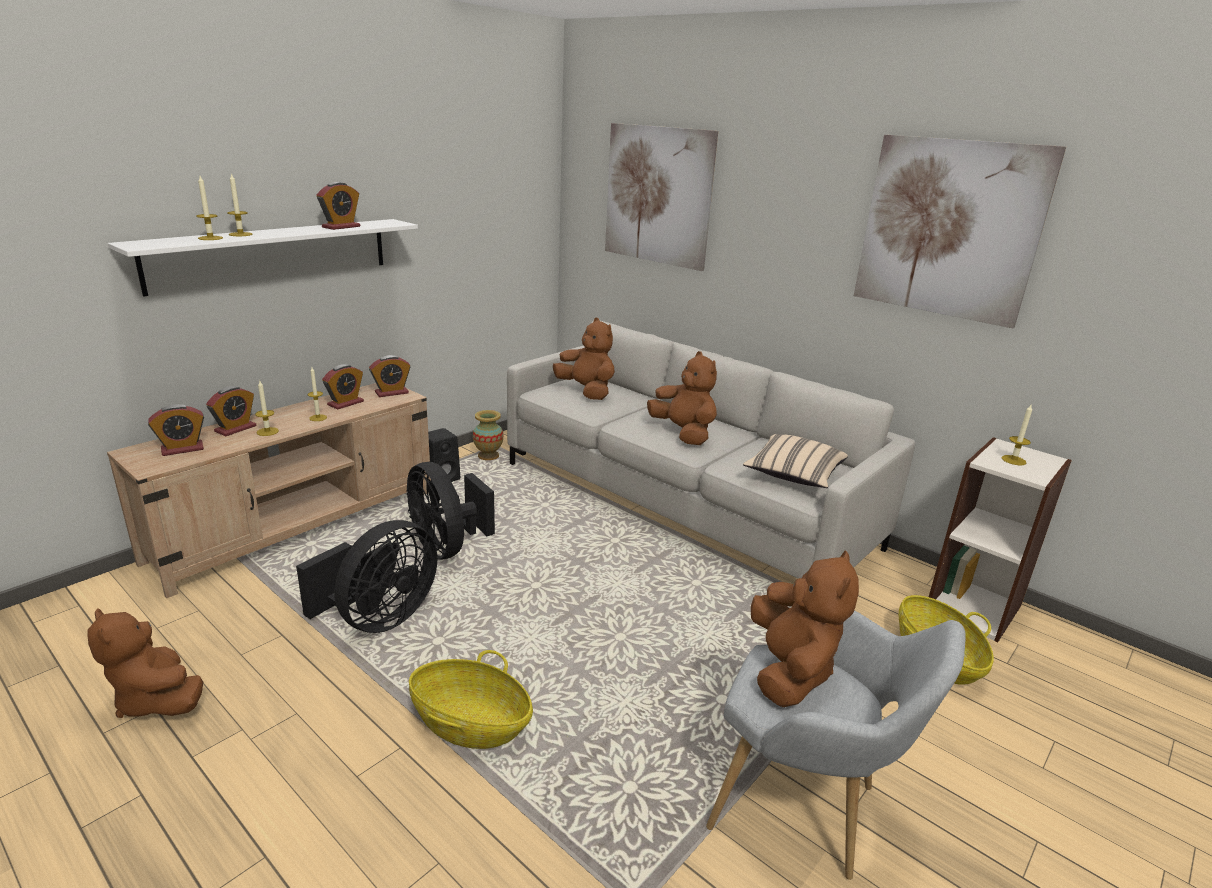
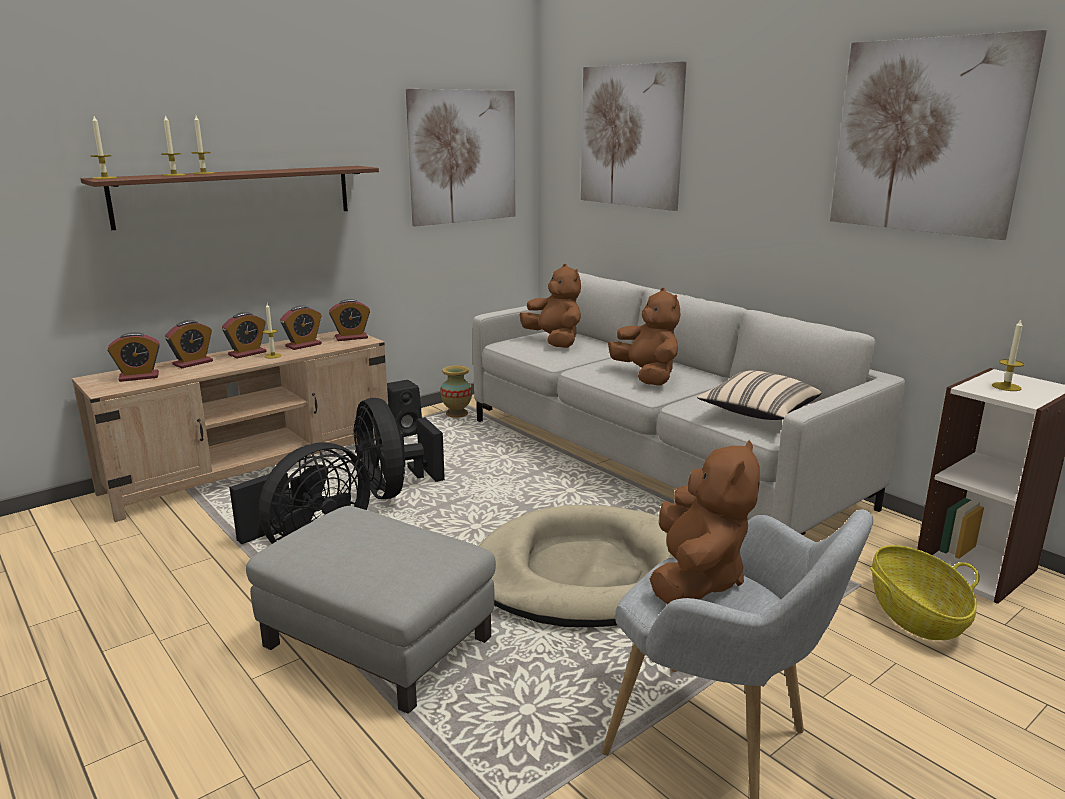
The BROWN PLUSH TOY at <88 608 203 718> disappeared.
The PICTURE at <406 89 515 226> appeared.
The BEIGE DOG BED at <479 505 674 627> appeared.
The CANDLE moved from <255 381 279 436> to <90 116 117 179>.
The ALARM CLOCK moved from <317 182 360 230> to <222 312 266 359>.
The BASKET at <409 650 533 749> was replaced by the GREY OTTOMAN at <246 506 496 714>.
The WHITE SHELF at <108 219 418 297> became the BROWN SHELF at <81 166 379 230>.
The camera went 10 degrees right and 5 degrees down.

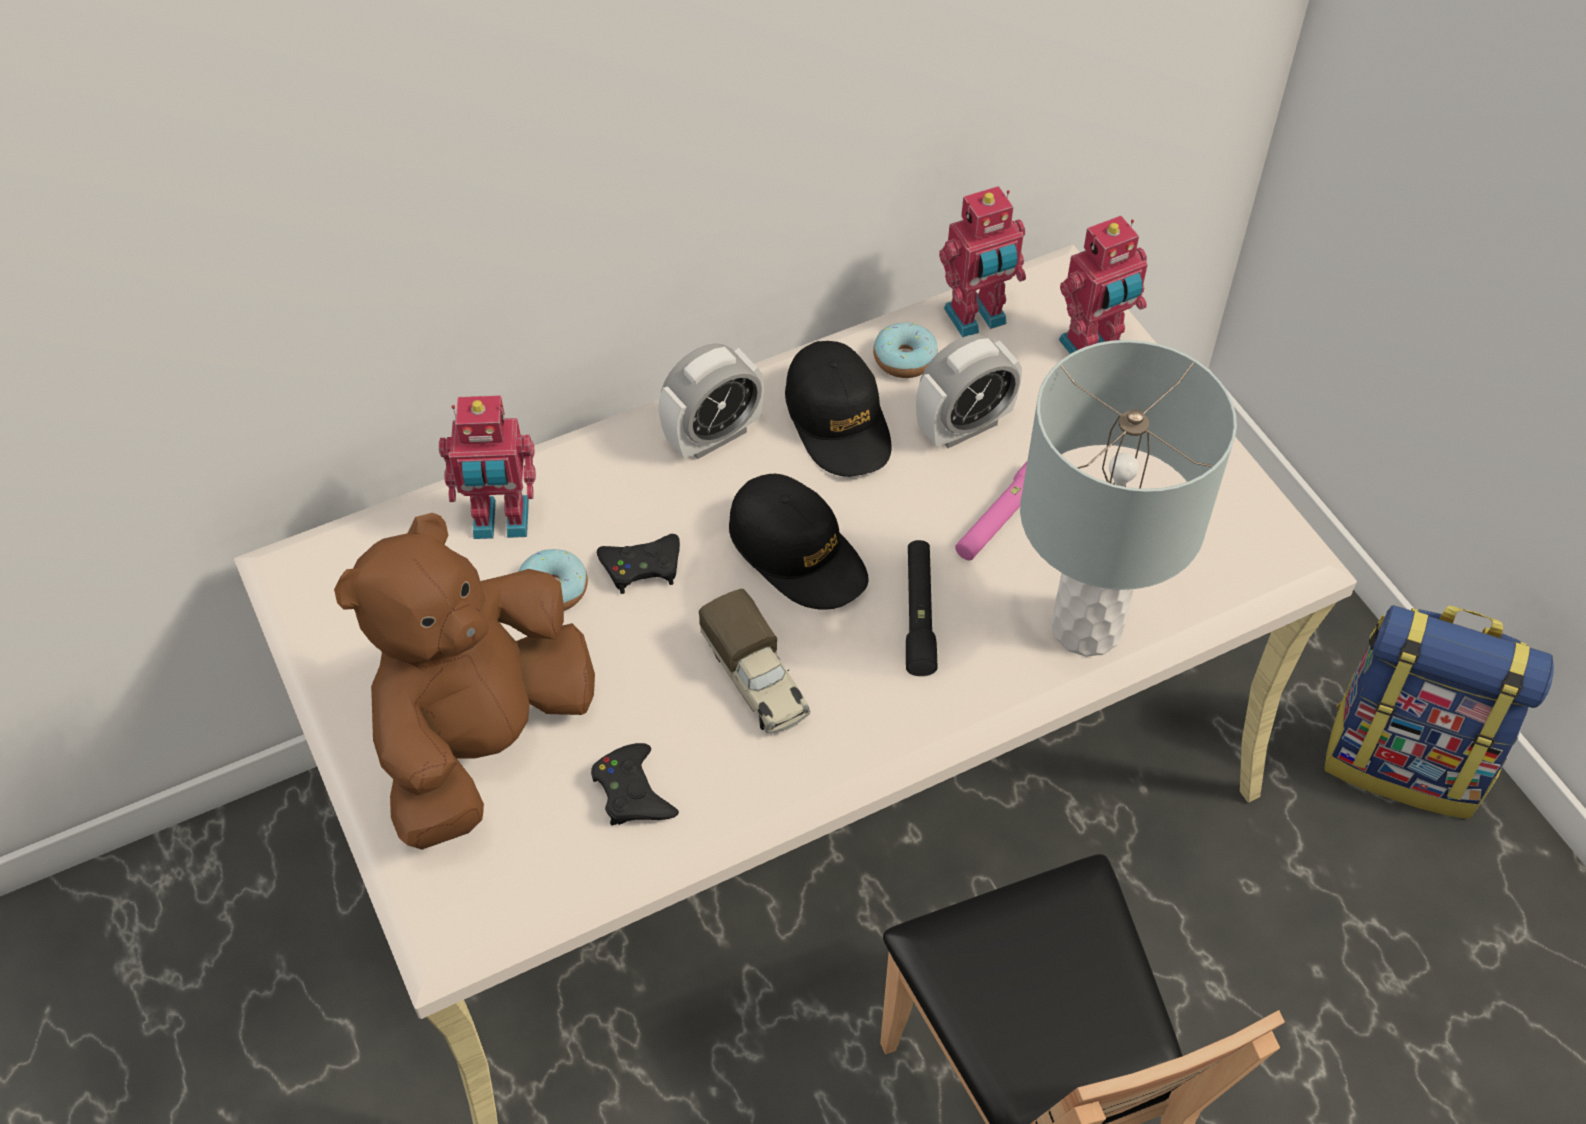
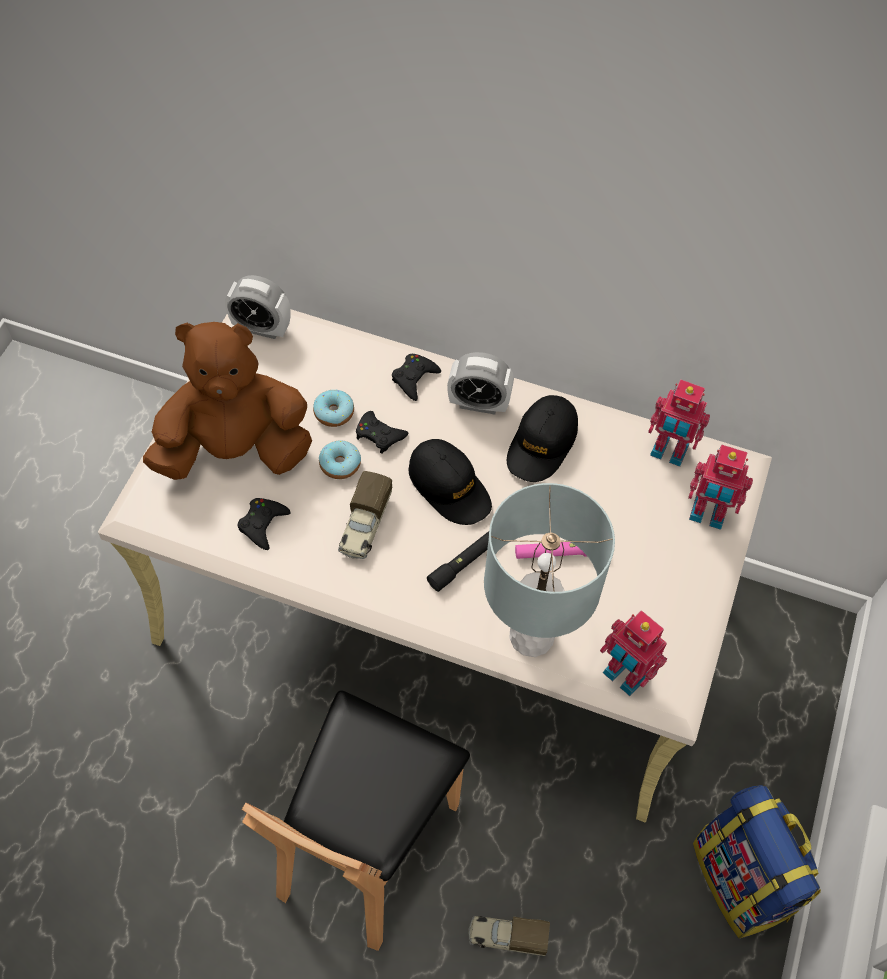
The BLACK GAME CONTROLLER at <392 354 441 401> appeared.
The TOY TRUCK at <468 916 550 956> appeared.
The TOY ROBOT moved from <439 395 536 539> to <600 610 667 696>.
The DONUT moved from <873 322 938 378> to <319 440 361 479>.
The ALARM CLOCK moved from <916 334 1022 448> to <225 275 291 339>.
The BLACK CAP at <729 474 869 610> turned 45 degrees counterclockwise.
The camera went 45 degrees right and 5 degrees up.

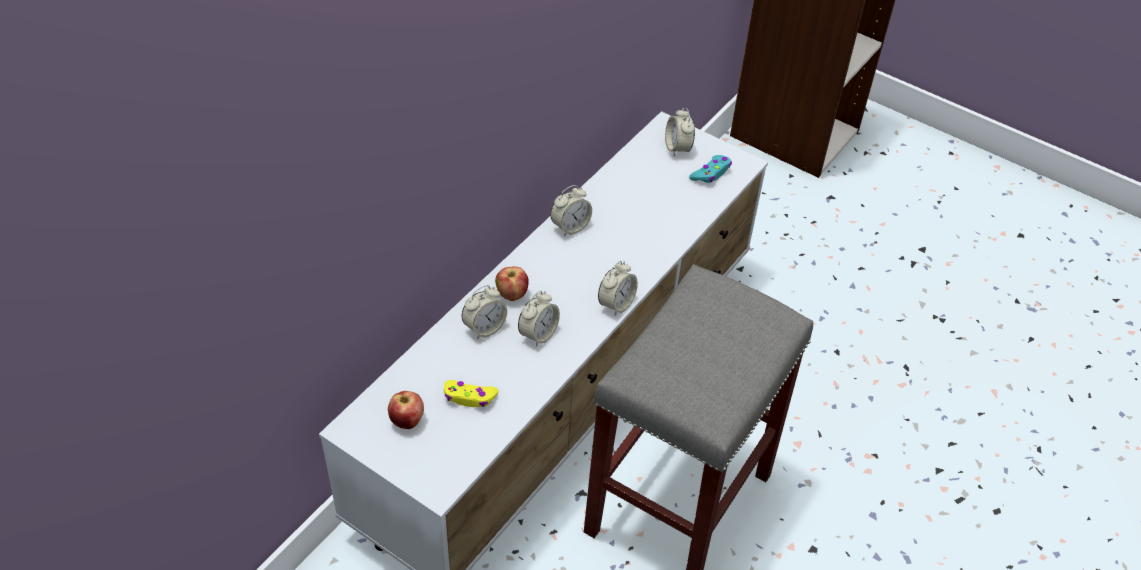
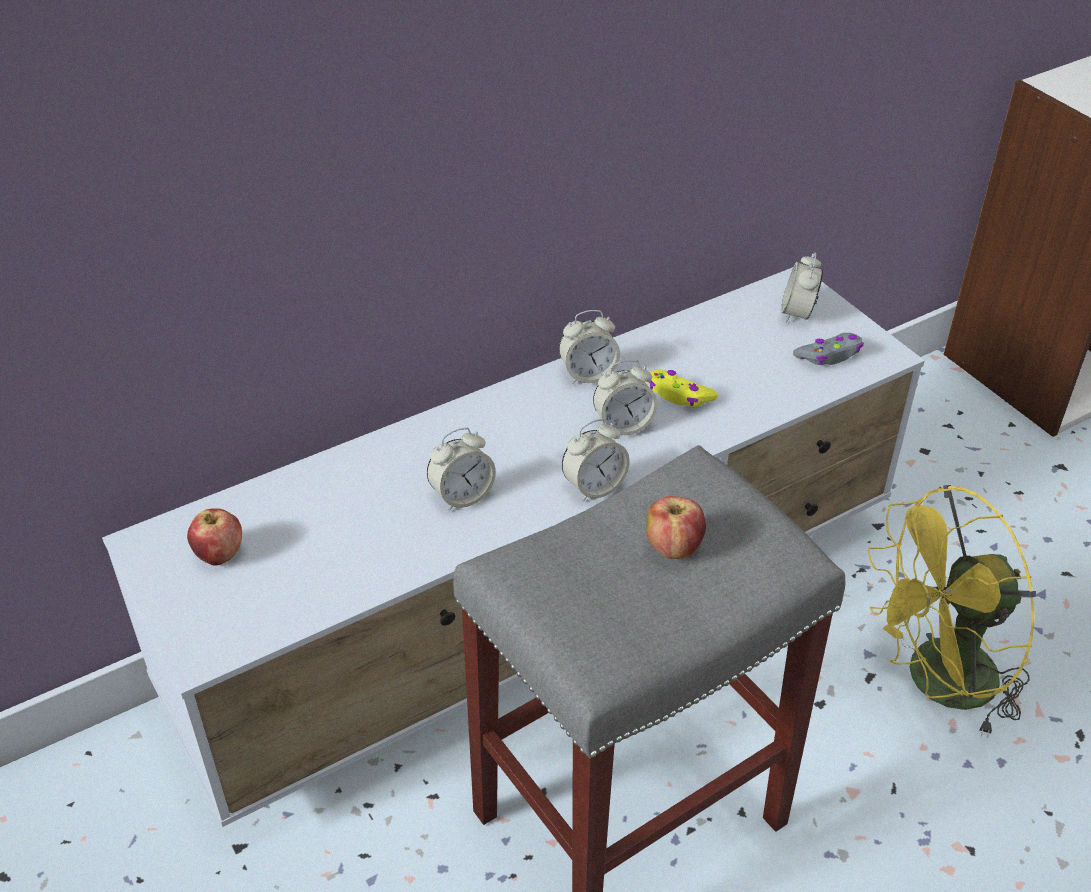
The YELLOW FAN at <868 485 1036 738> appeared.
The YELLOW GAME CONTROLLER moved from <444 380 499 407> to <649 369 718 407>.
The ALARM CLOCK moved from <461 285 507 340> to <593 360 658 435>.
The APPLE moved from <495 266 529 301> to <646 496 706 559>.
The TURQUOISE GAME CONTROLLER at <689 155 732 183> became the GREY GAME CONTROLLER at <793 333 864 365>.
The camera went 25 degrees right and 5 degrees down.

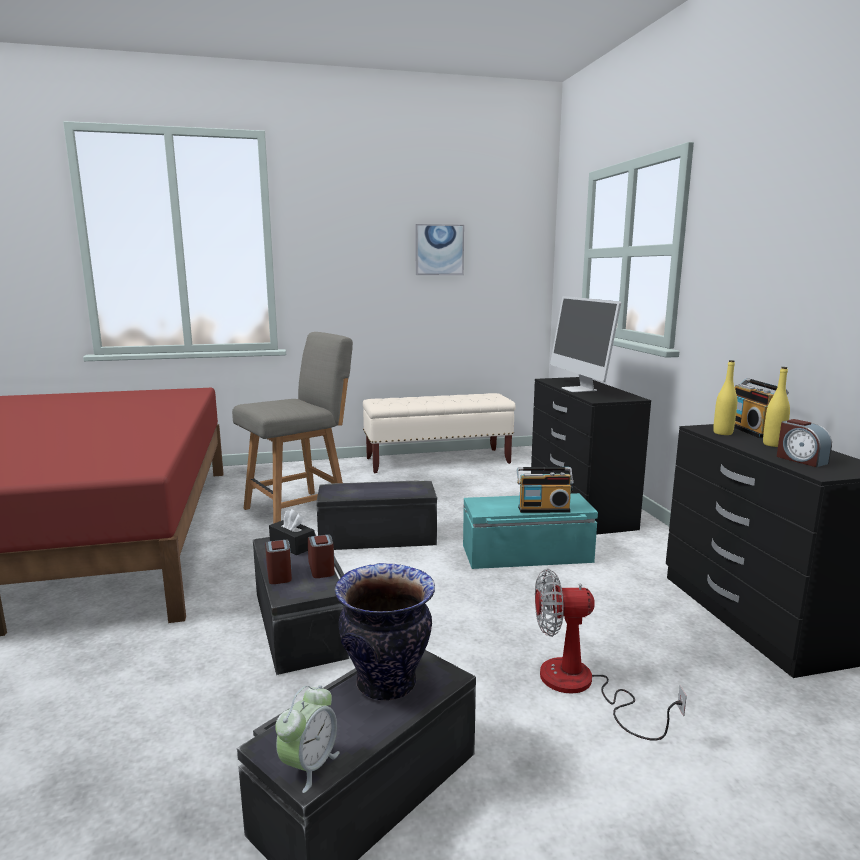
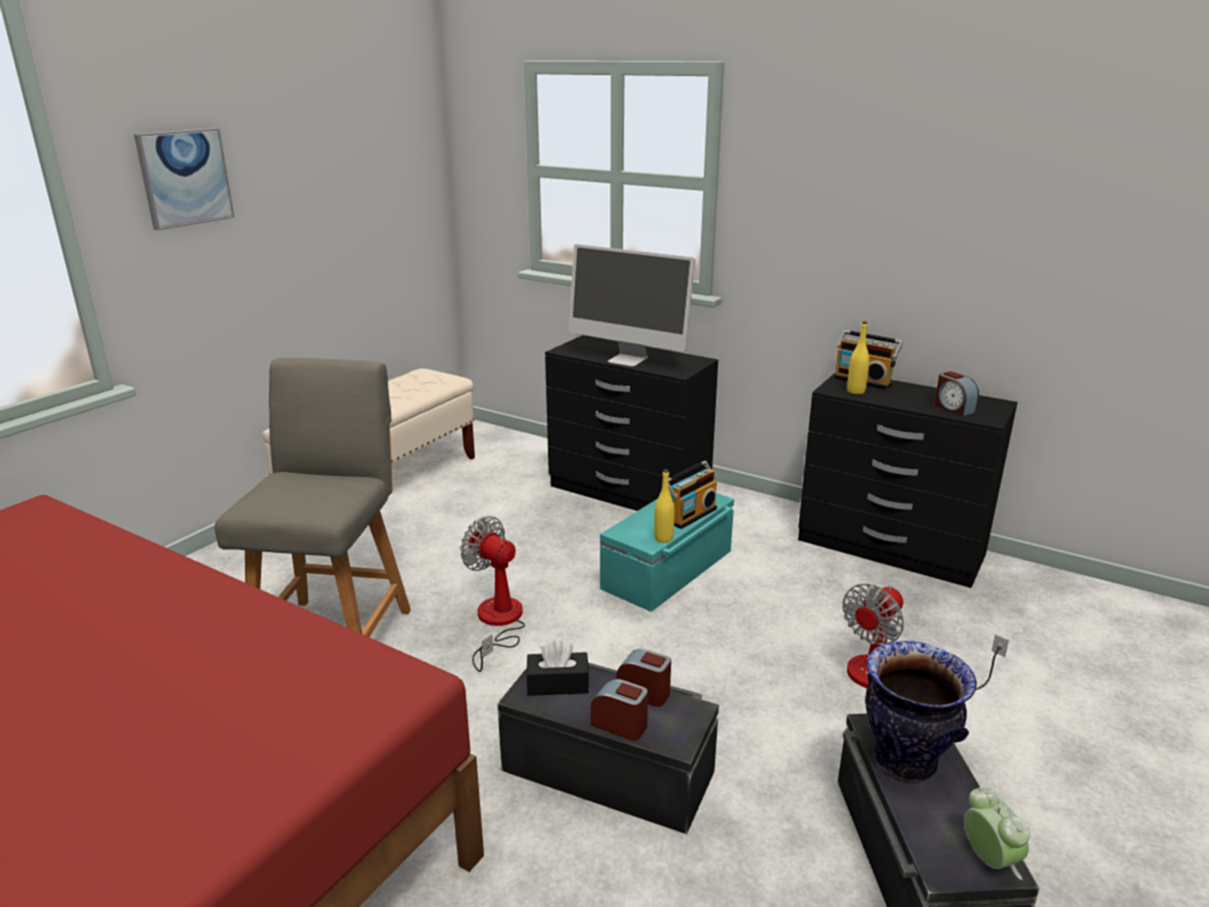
The PICTURE moved from <415 224 464 275> to <134 128 234 230>.
The YELLOW BOTTLE moved from <763 367 790 447> to <654 469 675 543>.
The BLACK STORAGE BOX at <316 480 437 550> was replaced by the FAN at <460 516 525 672>.
The ALARM CLOCK at <777 419 832 467> turned 45 degrees clockwise.
The camera went 45 degrees left and 10 degrees up.

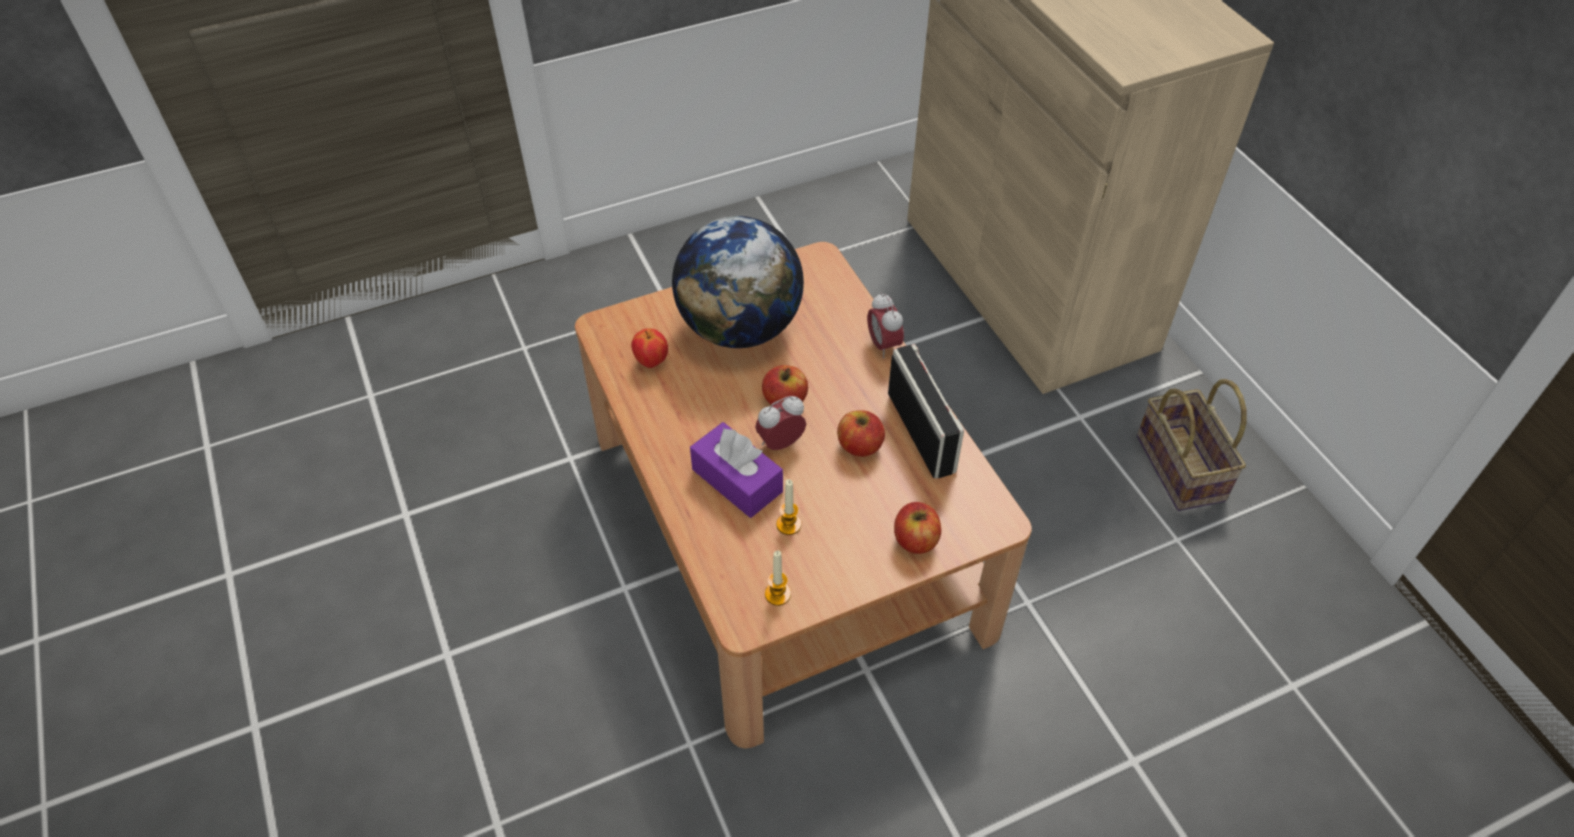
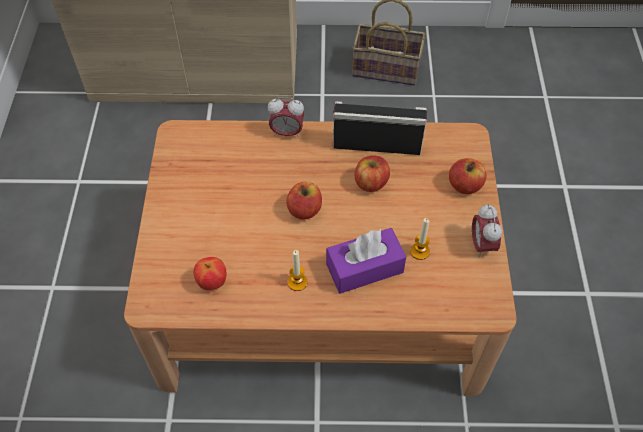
The GLOBE at <672 216 804 348> disappeared.
The ALARM CLOCK moved from <755 396 806 450> to <472 204 502 258>.
The CANDLE moved from <765 551 791 606> to <288 250 308 291>.
The camera went 65 degrees left and 5 degrees up.

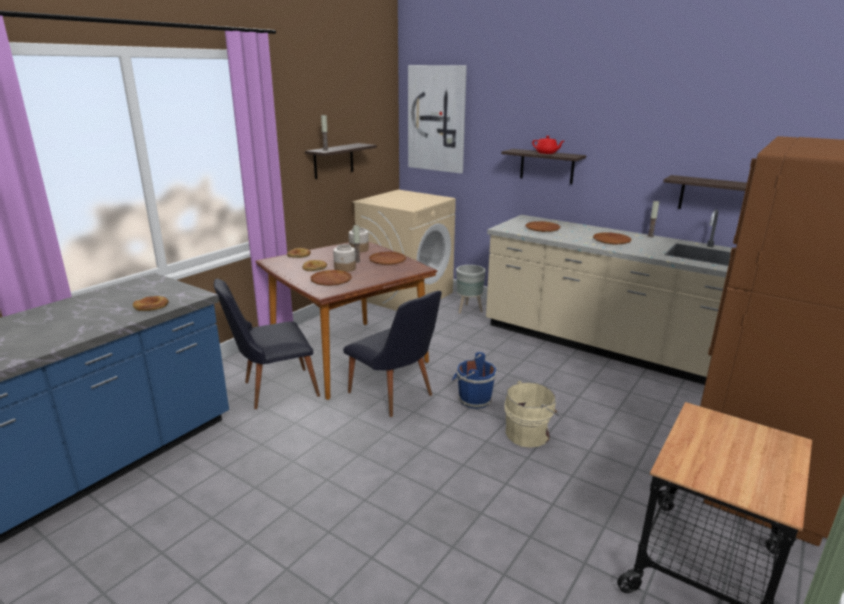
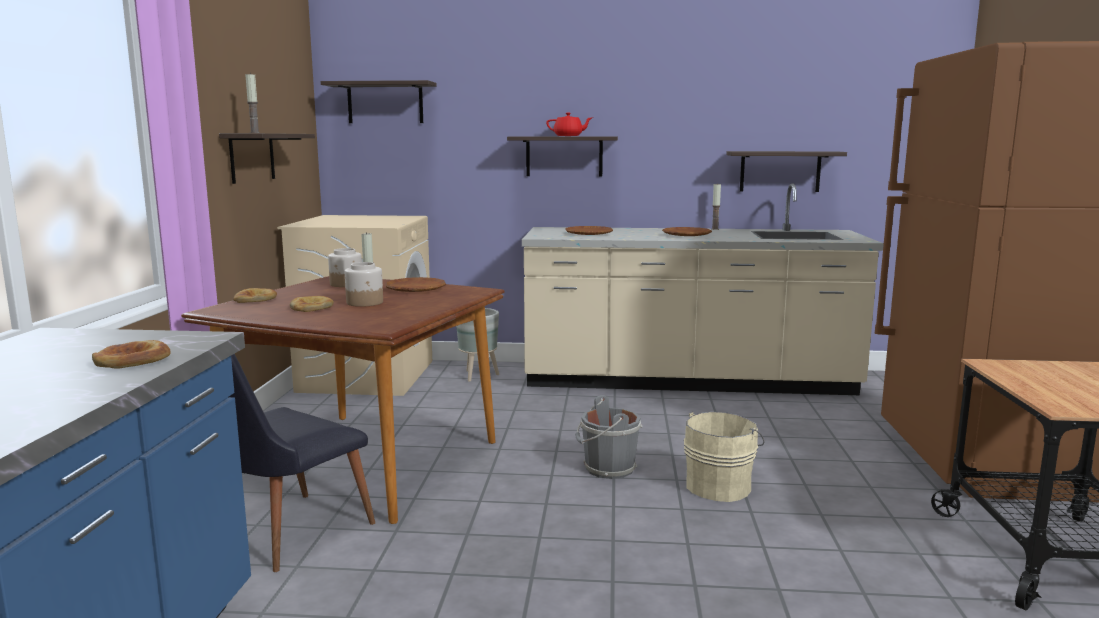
The BROWN PLATE at <311 270 352 286> disappeared.
The BLACK CHAIR at <343 291 442 417> disappeared.
The PICTURE at <408 65 467 173> was replaced by the SHELF at <321 80 436 123>.
The BLUE BUCKET at <452 352 497 409> became the GREY BUCKET at <575 395 643 479>.
The camera went 30 degrees left and 10 degrees down.

